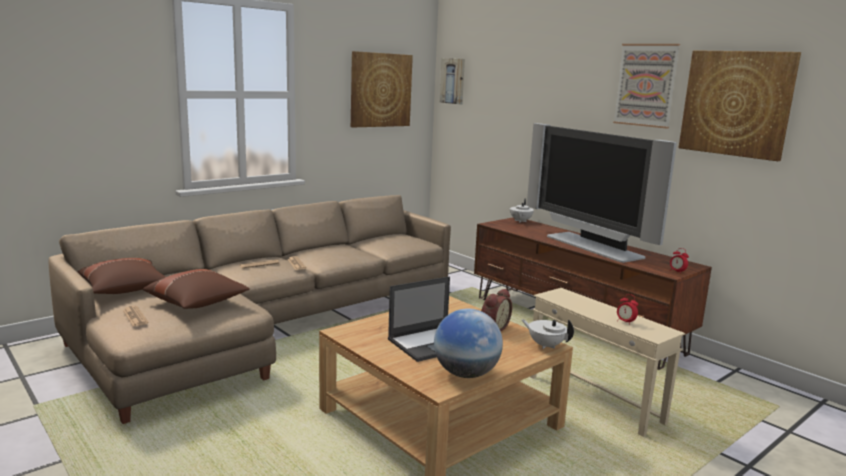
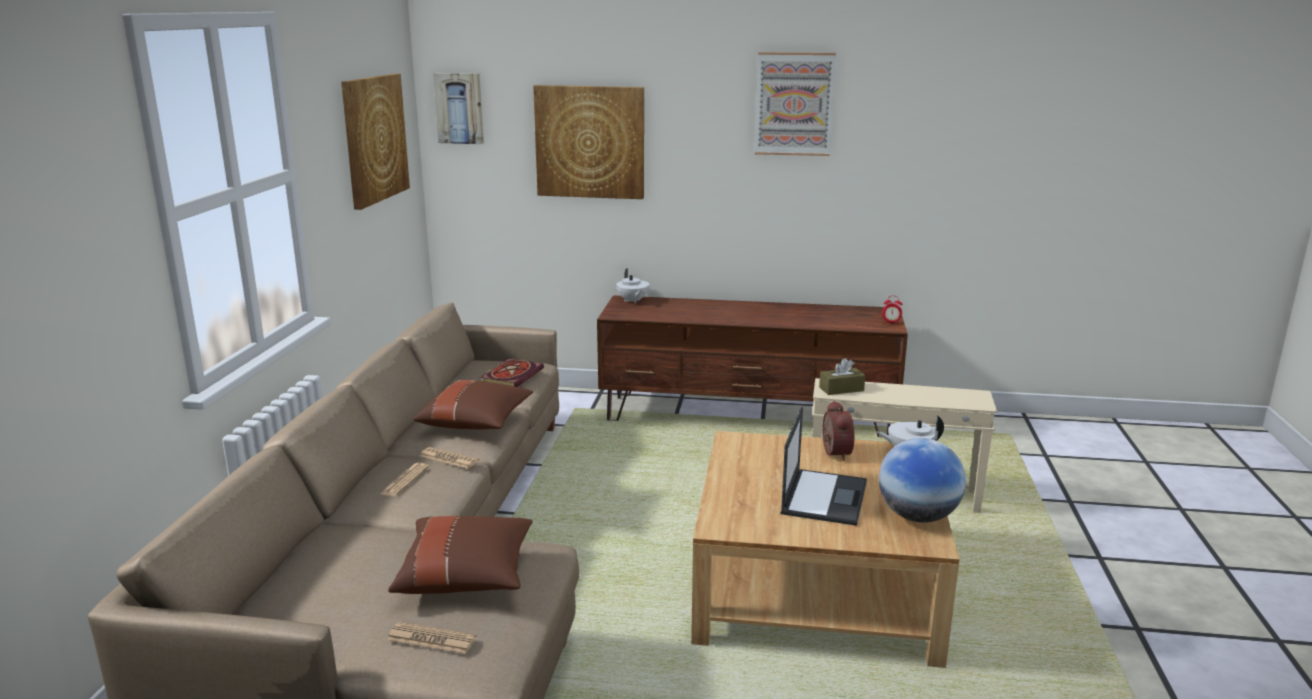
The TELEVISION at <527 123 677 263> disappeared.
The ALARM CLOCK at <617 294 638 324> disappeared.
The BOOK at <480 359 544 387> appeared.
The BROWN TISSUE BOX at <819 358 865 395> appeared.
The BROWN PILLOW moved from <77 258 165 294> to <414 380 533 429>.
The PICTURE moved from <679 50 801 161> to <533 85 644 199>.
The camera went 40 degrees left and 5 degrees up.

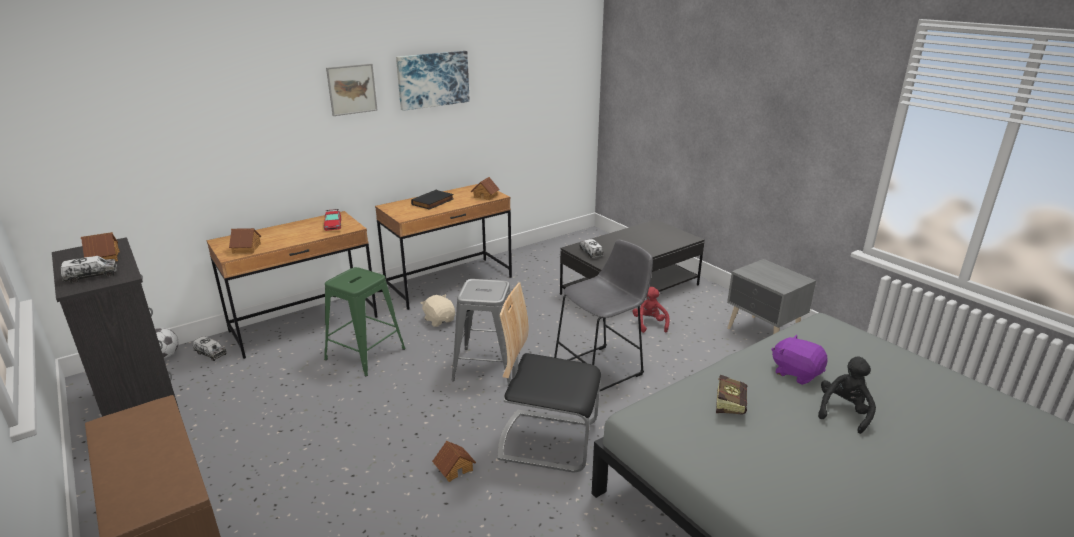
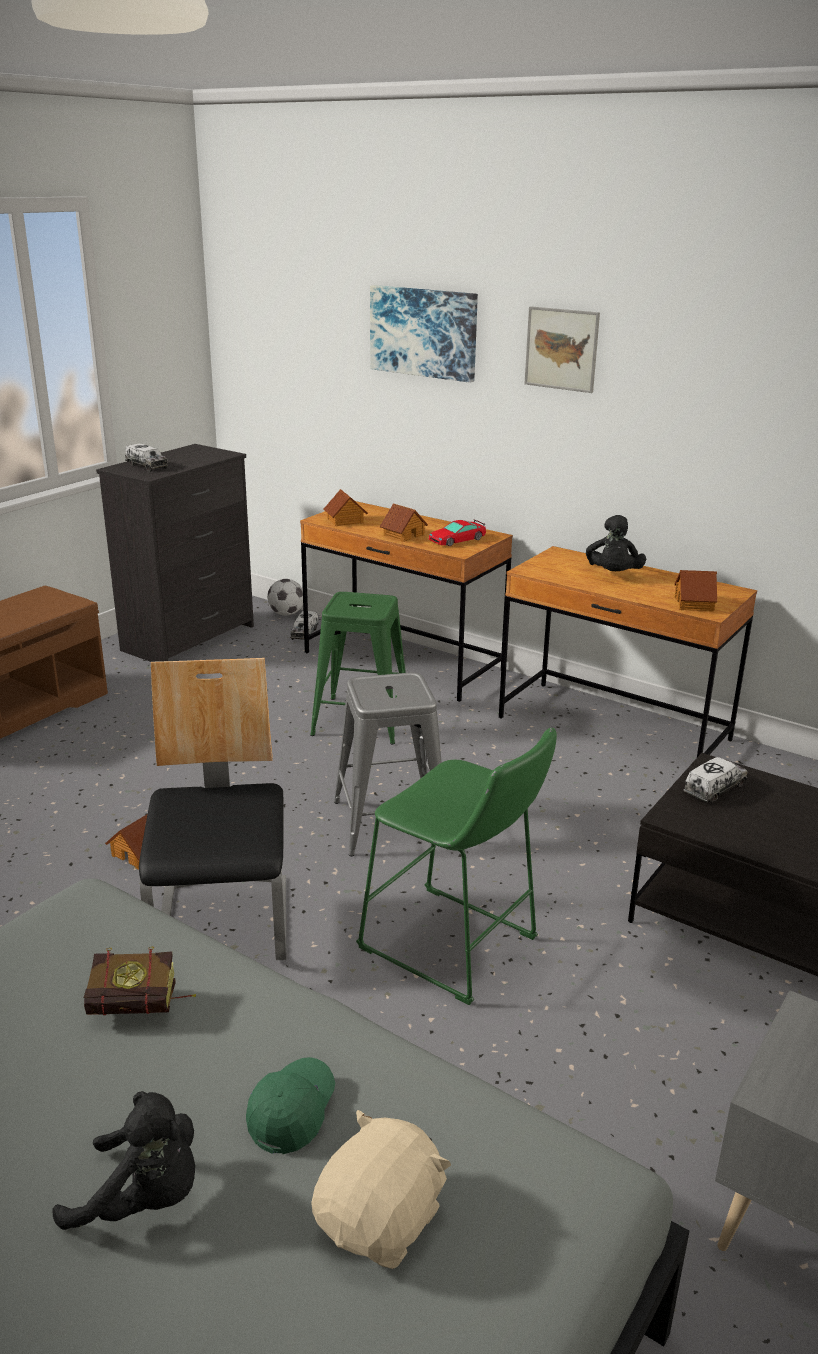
The RED PLUSH TOY at <633 287 670 333> disappeared.
The TOY HOUSE moved from <81 232 120 261> to <380 503 428 542>.
The PICTURE moved from <396 51 470 111> to <370 285 478 383>.
The BEIGE PLUSH TOY moved from <421 294 455 327> to <311 1110 451 1269>.
The BLACK BOOK at <411 190 454 210> was replaced by the BLACK PLUSH TOY at <586 515 646 571>.
The PURPLE PLUSH TOY at <771 335 828 385> was replaced by the GREEN CAP at <246 1057 335 1154>.
The GREY STOOL at <554 240 653 391> became the GREEN STOOL at <356 728 557 1005>.
The camera went 70 degrees right and 0 degrees up.

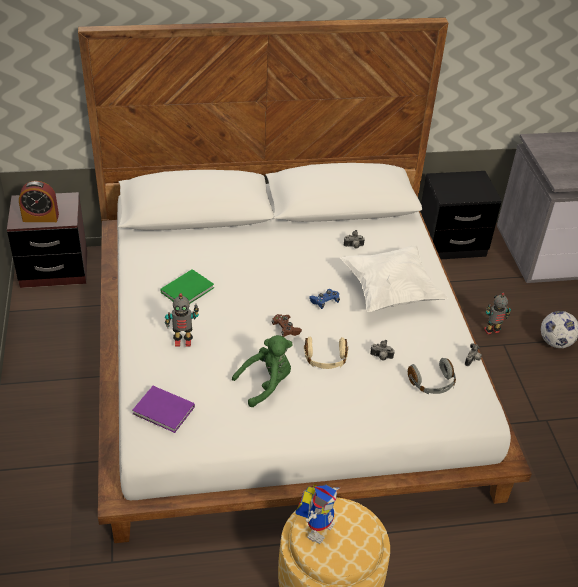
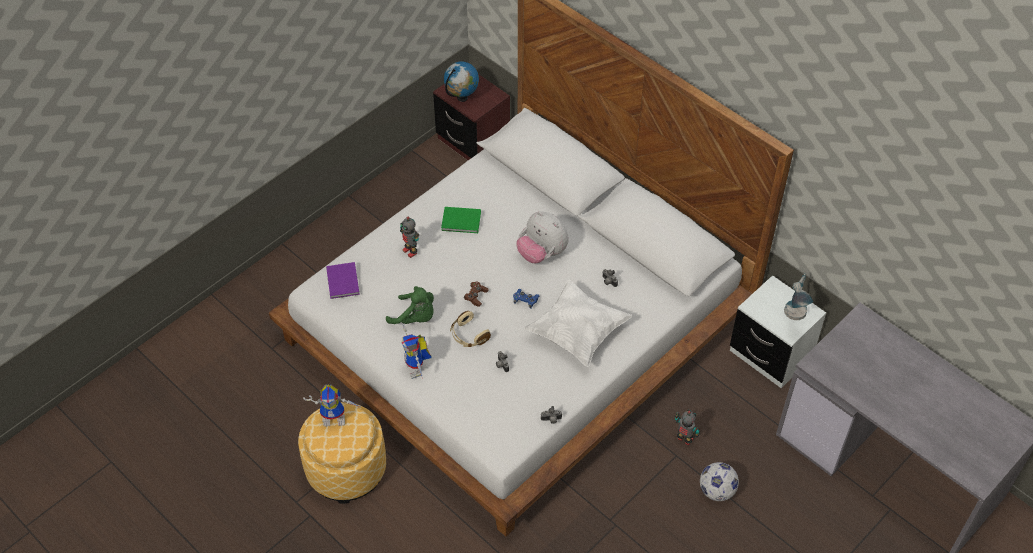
The GREY HEADPHONES at <408 358 456 394> disappeared.
The TOY ROBOT at <402 324 432 379> appeared.
The PLUSH TOY at <516 212 568 263> appeared.
The TABLE LAMP at <784 274 813 320> appeared.
The ALARM CLOCK at <19 181 59 222> was replaced by the GLOBE at <444 62 479 102>.
The BLACK NIGHTSTAND at <420 171 502 259> became the WHITE NIGHTSTAND at <730 275 826 388>.
The camera went 55 degrees right and 10 degrees up.

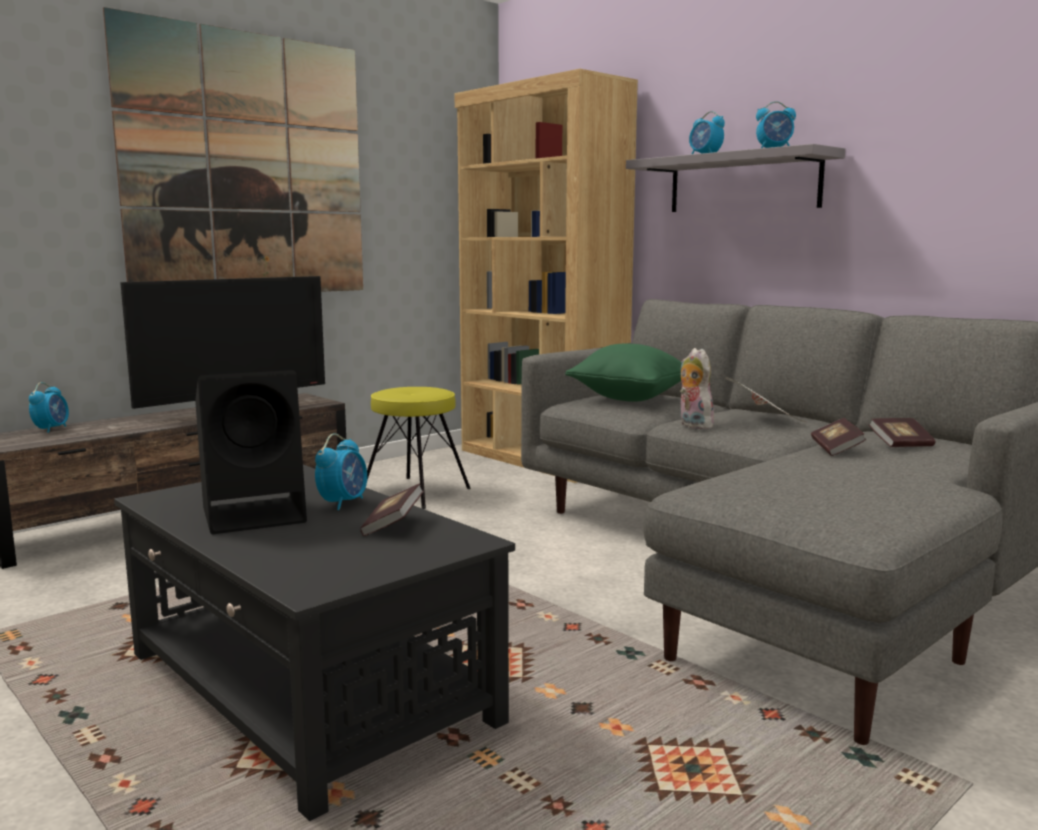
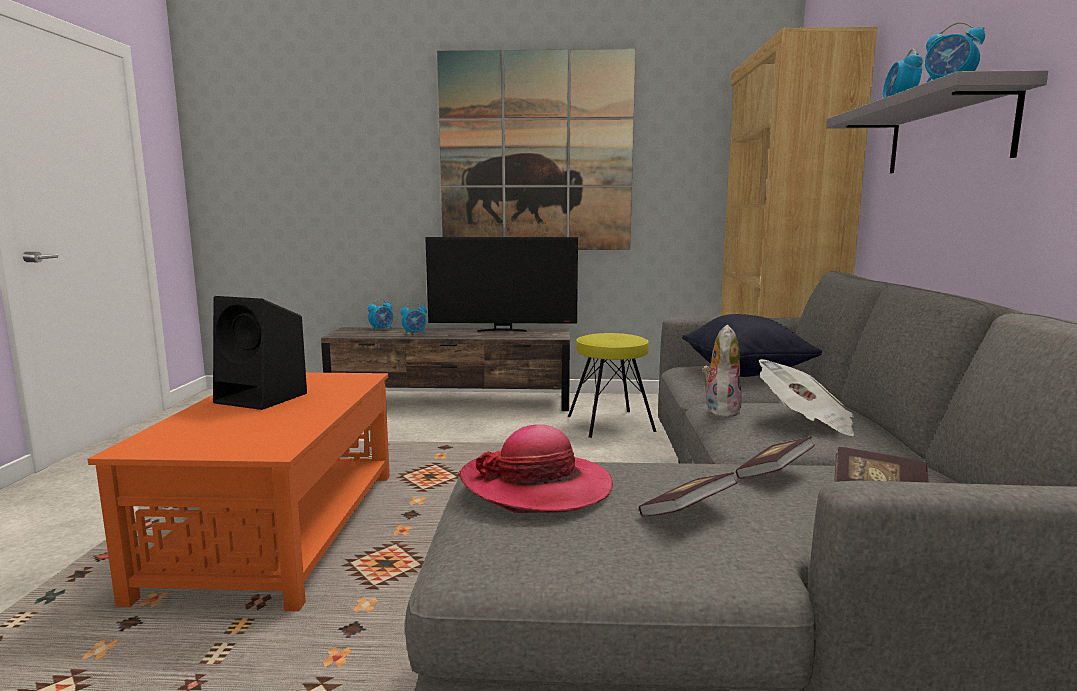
The HAT at <458 424 613 513> appeared.
The ALARM CLOCK moved from <315 433 367 510> to <400 302 427 335>.
The BOOK moved from <360 483 424 536> to <639 472 738 517>.
The BLACK COFFEE TABLE at <114 464 515 821> became the ORANGE COFFEE TABLE at <88 372 390 611>.
The GREEN PILLOW at <565 344 682 402> became the BLACK PILLOW at <682 314 822 377>.
The camera went 45 degrees right and 0 degrees up.

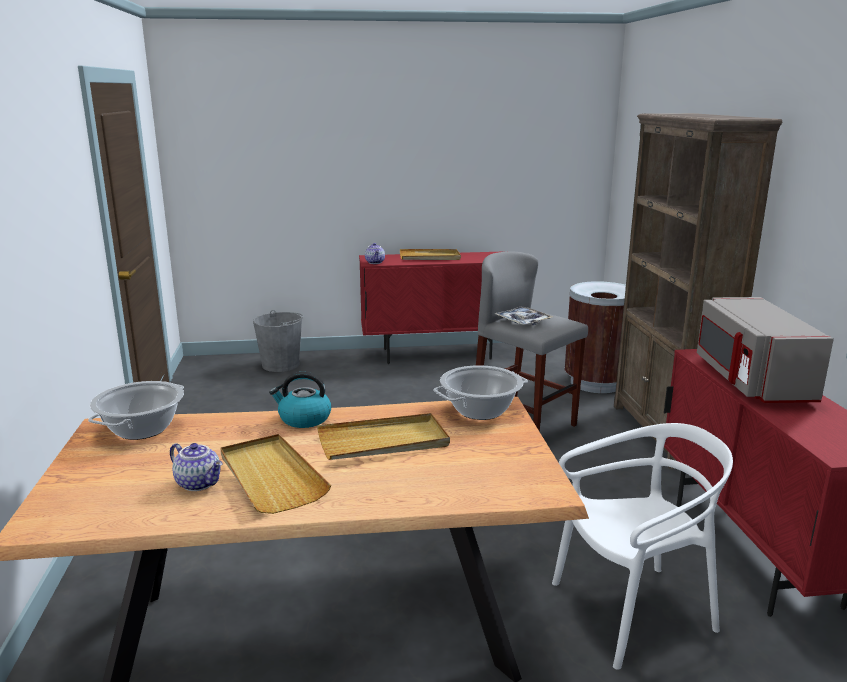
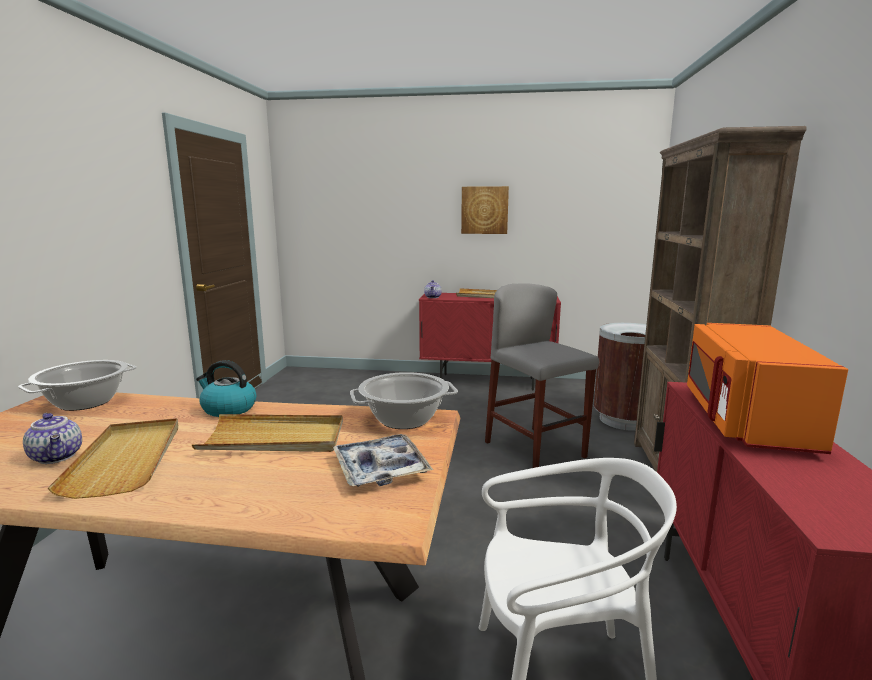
The GREY BUCKET at <253 310 304 372> disappeared.
The PICTURE at <461 186 509 234> appeared.
The TRAY moved from <495 306 553 325> to <333 434 433 487>.
The GREY MICROWAVE at <697 297 834 403> became the ORANGE MICROWAVE at <687 323 848 454>.
The camera went 15 degrees right and 5 degrees down.

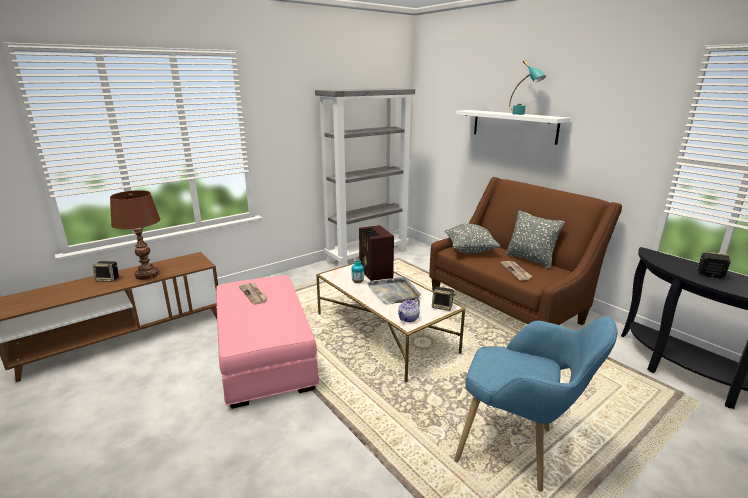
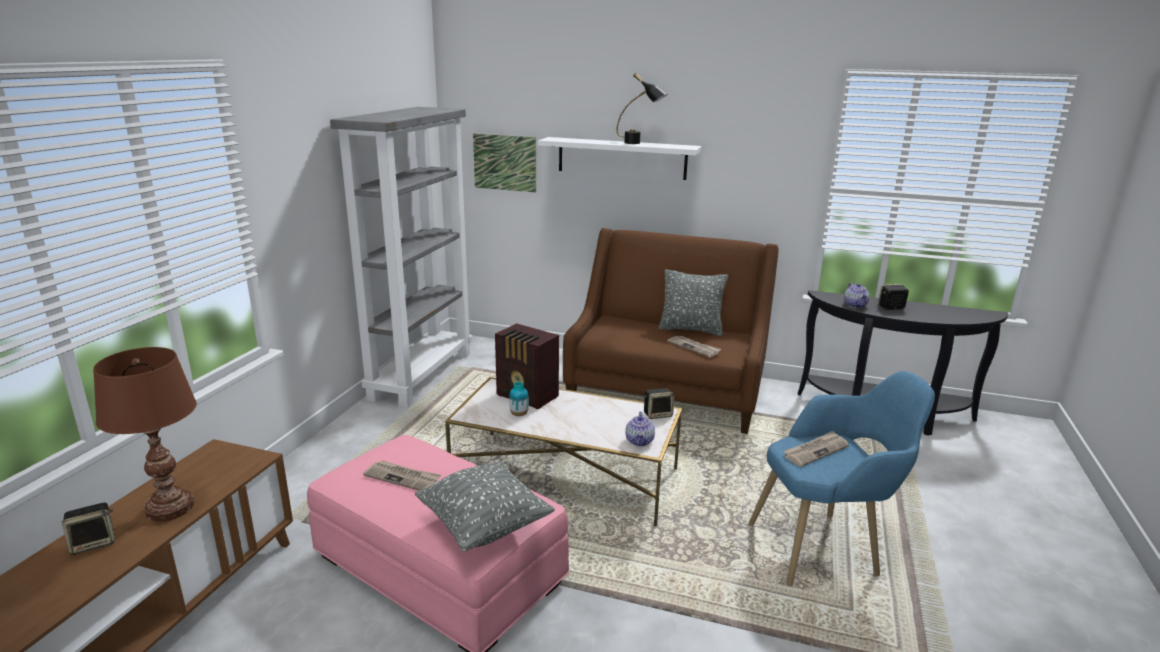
The GREY TRAY at <366 277 421 305> disappeared.
The PICTURE at <473 134 536 192> appeared.
The NEWSPAPER at <783 431 849 467> appeared.
The TEAPOT at <844 283 870 308> appeared.
The GREY PILLOW moved from <445 224 501 254> to <415 461 555 551>.
The TURQUOISE TABLE LAMP at <509 60 546 115> became the BLACK TABLE LAMP at <616 73 667 144>.
The camera went 35 degrees left and 0 degrees up.

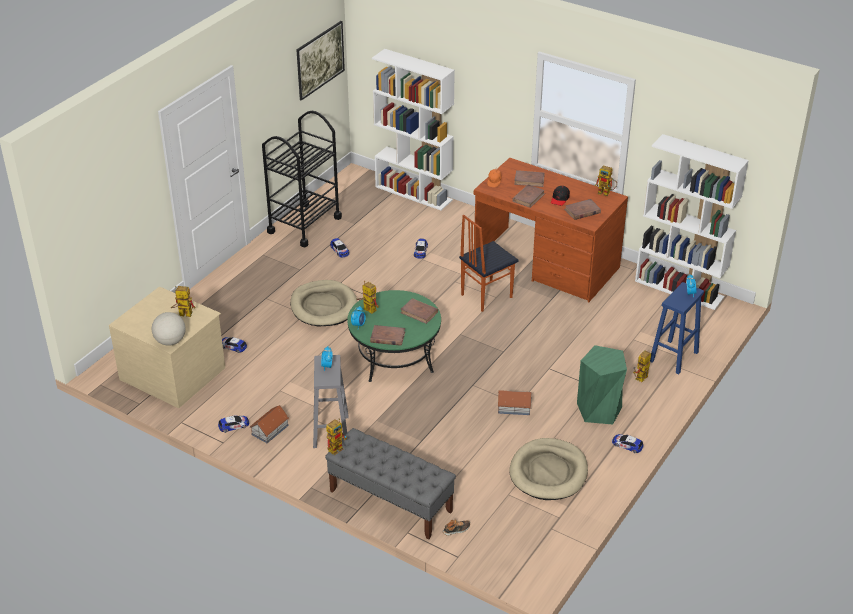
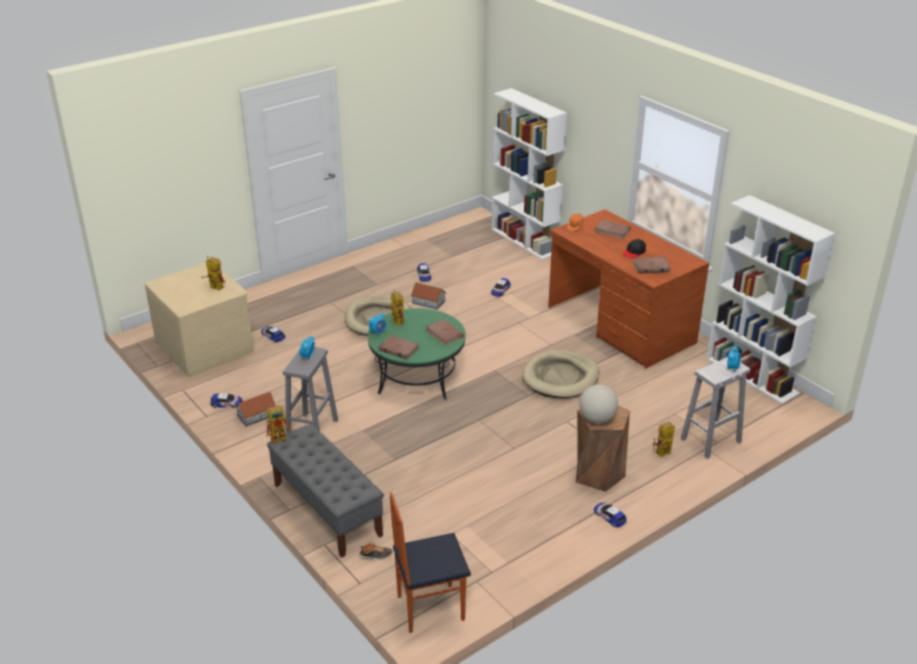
The BLACK CART at <262 111 342 247> disappeared.
The PICTURE at <296 21 345 101> disappeared.
The BROWN BOOK at <512 184 545 208> disappeared.
The TOY ROBOT at <595 166 617 197> disappeared.
The GLOBE moved from <152 312 186 346> to <579 385 618 423>.
The CHAIR moved from <459 215 519 312> to <390 492 471 633>.
The TOY HOUSE moved from <498 390 532 415> to <411 283 446 310>.
The BEIGE DOG BED moved from <509 438 588 500> to <522 350 599 398>.
The GREEN STOOL at <577 345 627 424> became the BROWN STOOL at <575 406 630 492>.
The BLUE STOOL at <650 282 704 374> became the WHITE STOOL at <680 357 751 459>.
The camera went 20 degrees right and 5 degrees down.

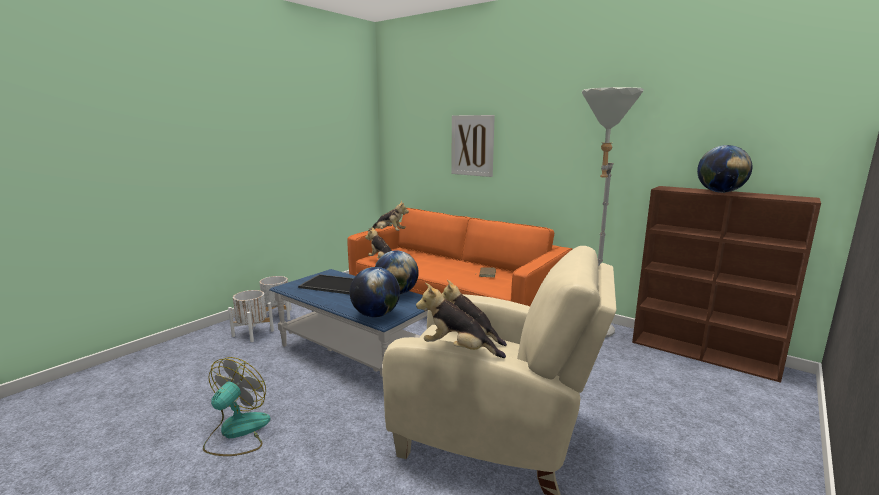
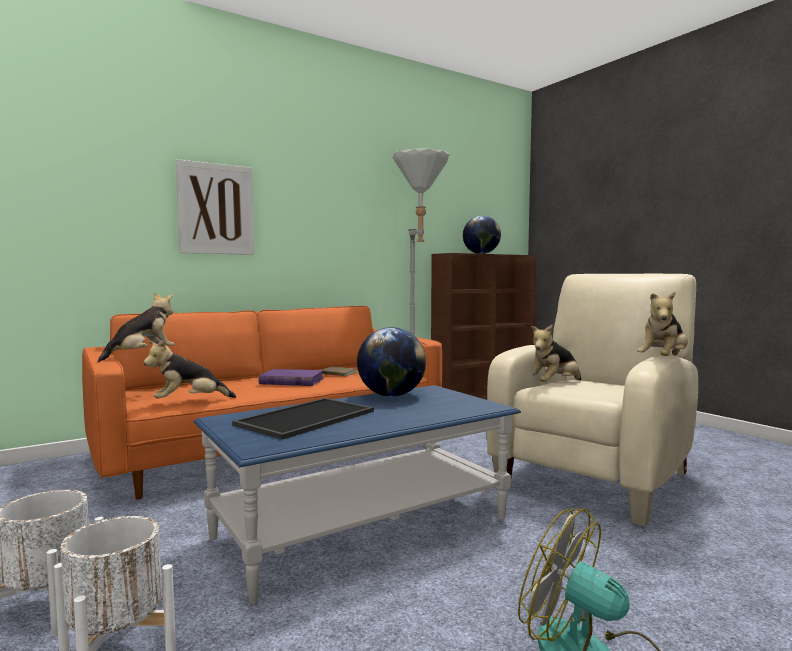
The GLOBE at <350 267 400 317> disappeared.
The PURPLE BOOK at <259 369 324 386> appeared.
The camera went 70 degrees left and 10 degrees down.

